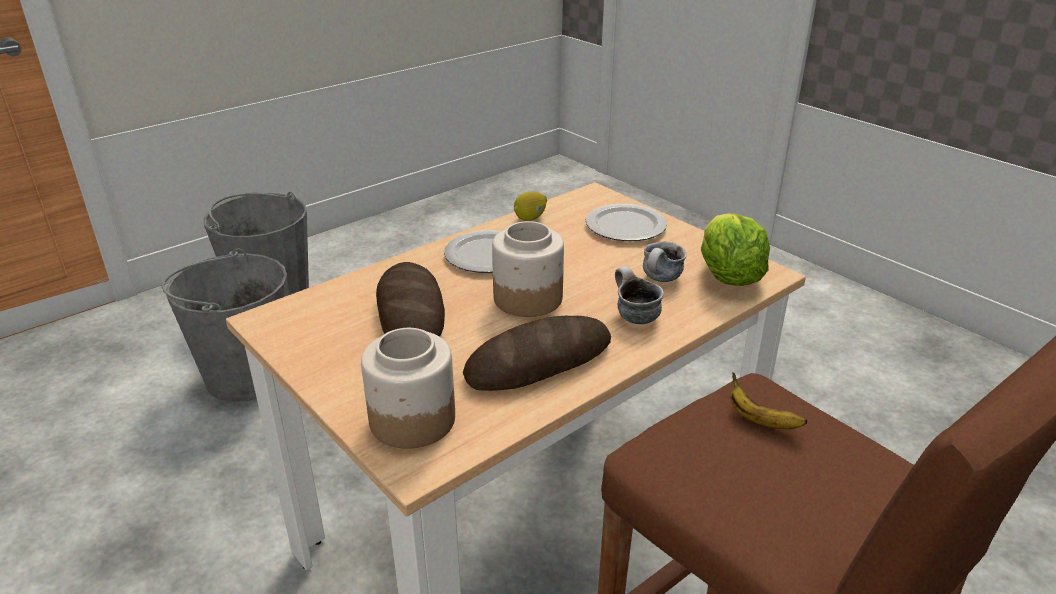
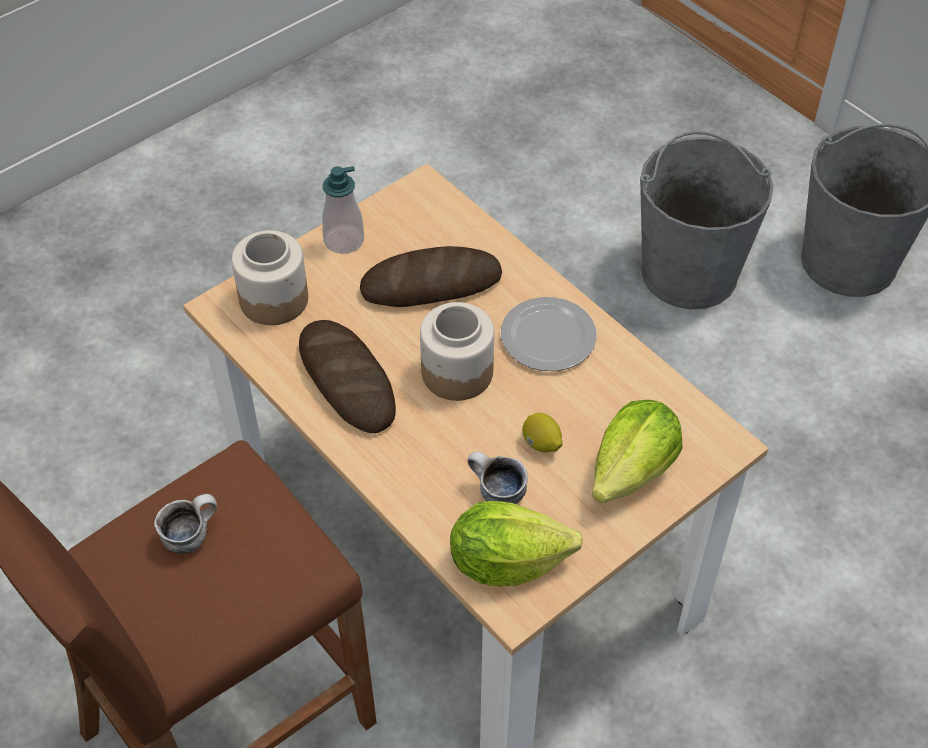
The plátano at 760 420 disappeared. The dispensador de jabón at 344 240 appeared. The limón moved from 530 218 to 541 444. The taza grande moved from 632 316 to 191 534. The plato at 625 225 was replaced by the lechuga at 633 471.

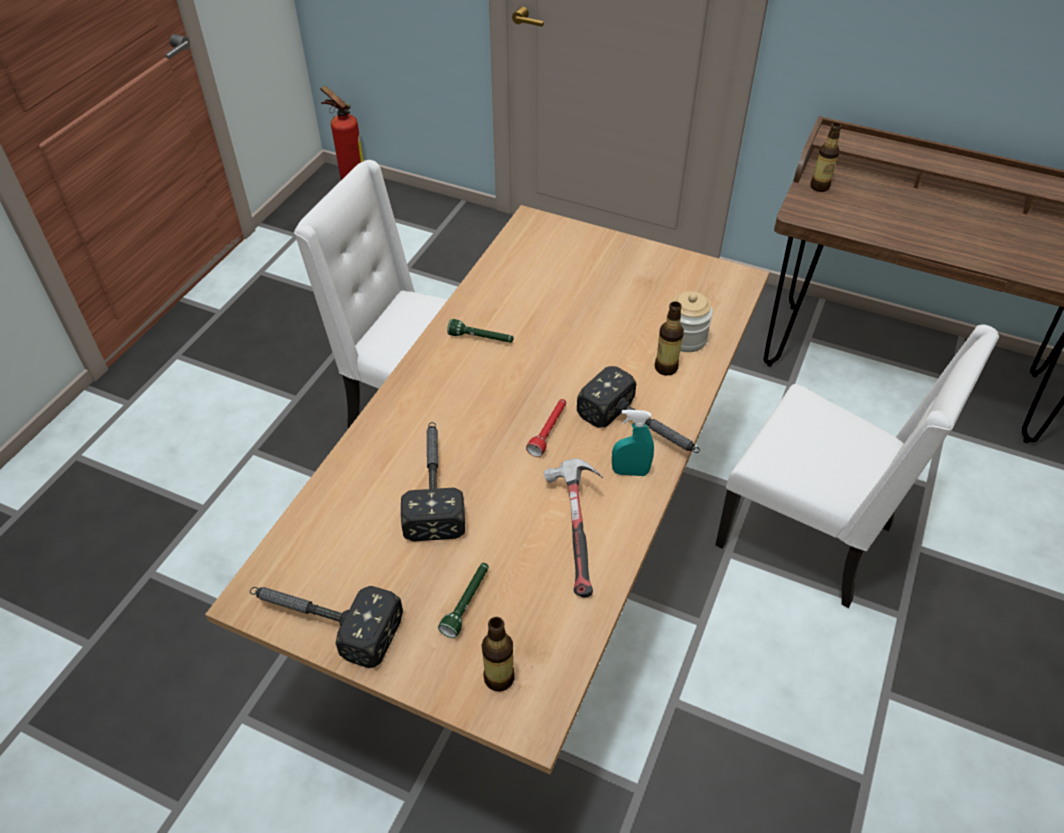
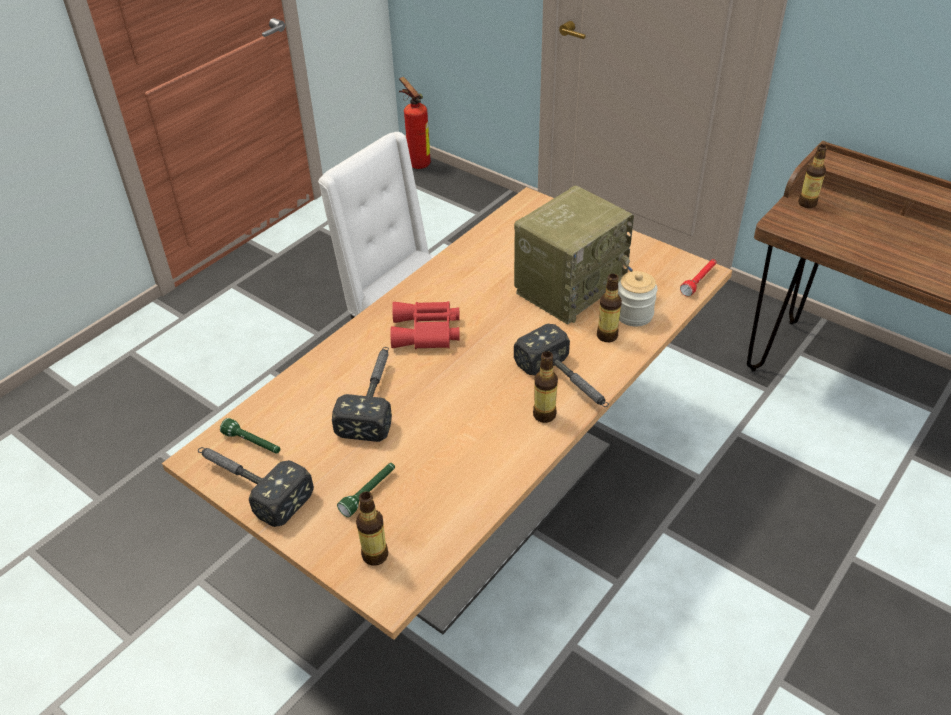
The martillo at 576 531 disappeared. The silla/blanco at 809 535 disappeared. The prismáticos/rojo at 427 332 appeared. The radio at 570 287 appeared. The linterna/verde moved from 481 339 to 253 443. The linterna/rojo moved from 548 431 to 699 281. The pulverizador/turquesa at 630 472 was replaced by the botella at 544 415.

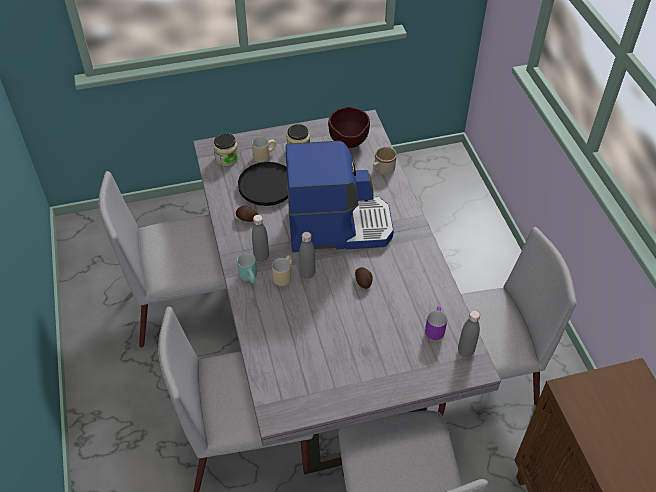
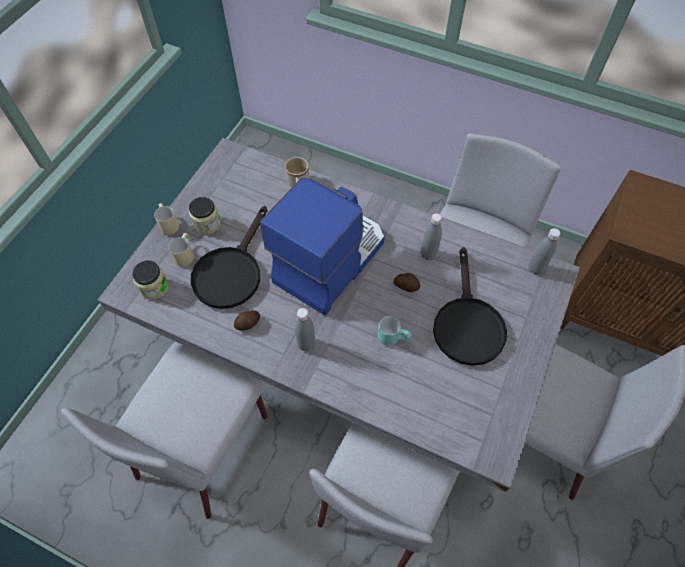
The cuenco/marrón at 348 145 disappeared. The taza grande/morado at 433 328 disappeared. The sartén/negro at 467 323 appeared. The taza grande/turquesa moved from 250 277 to 393 337. The taza grande/beis moved from 283 276 to 167 225. The botella/gris moved from 307 273 to 428 254.

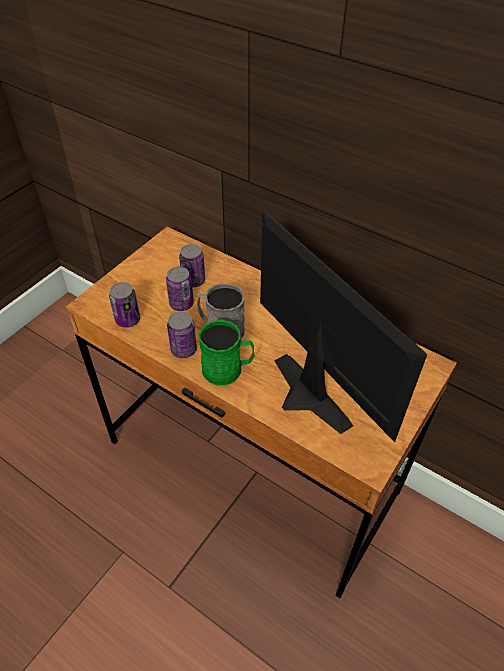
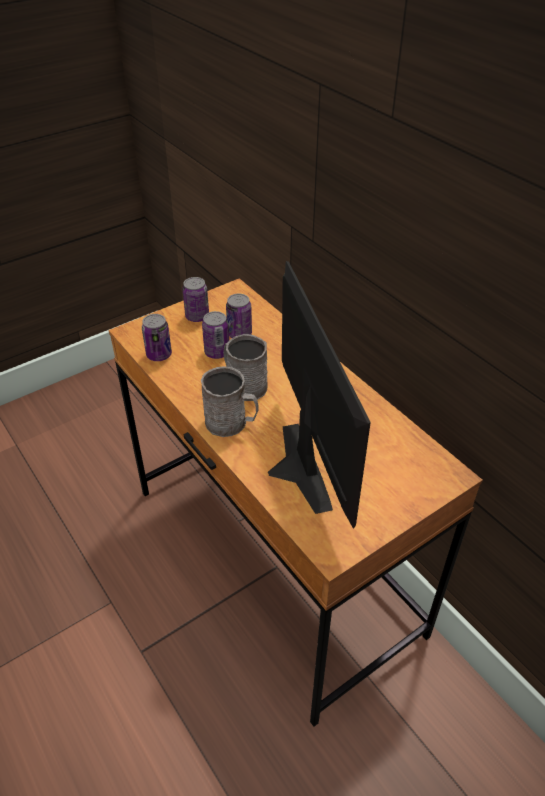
The lata moved from 183 349 to 197 316. The taza grande/verde at 227 369 became the taza grande/gris at 231 423.

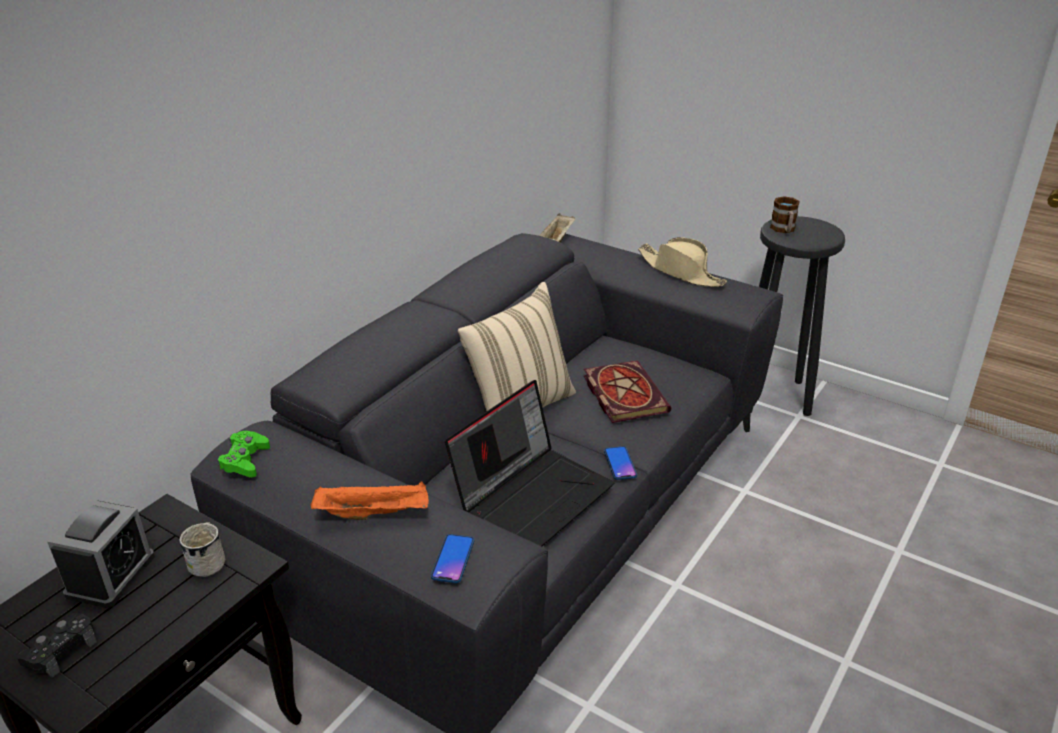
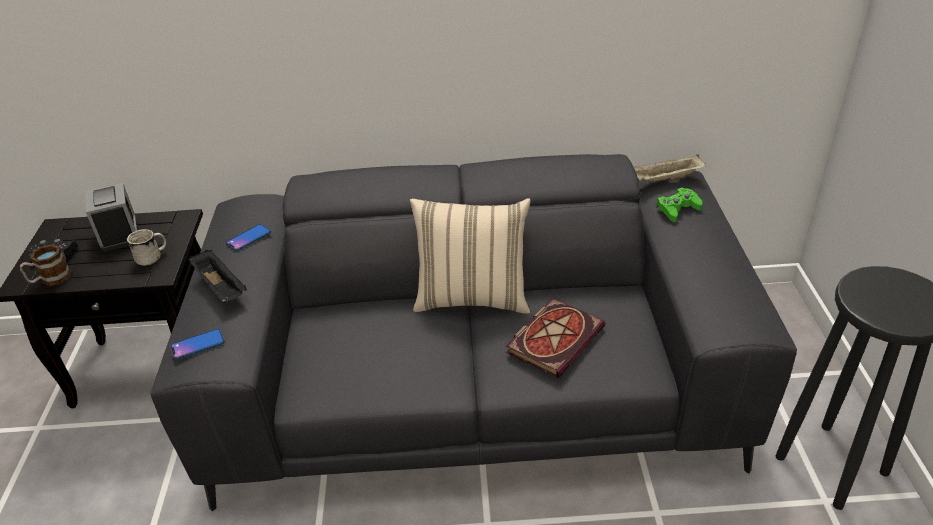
The portátil at 533 495 disappeared. The sombrero/beis at 681 272 disappeared. The mando de consola/verde moved from 245 460 to 677 209. The móvil moved from 620 464 to 249 238. The taza grande moved from 784 230 to 50 279. The bandeja/naranja at 374 513 became the bandeja/negro at 221 288. The despertador at 110 575 turned 90 degrees counterclockwise.

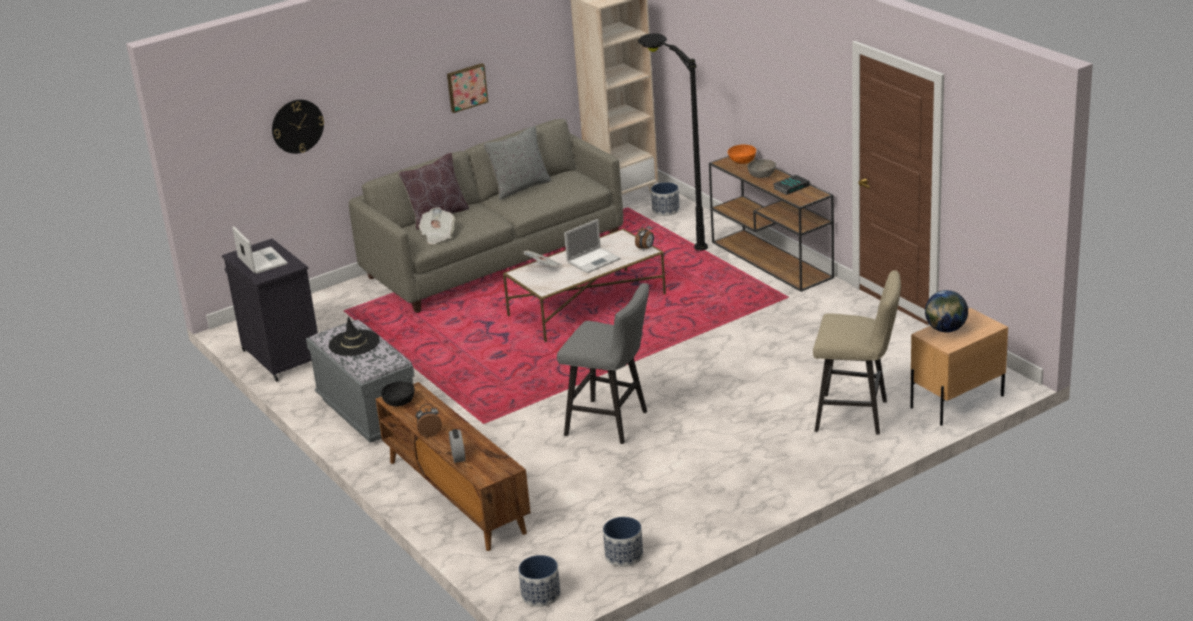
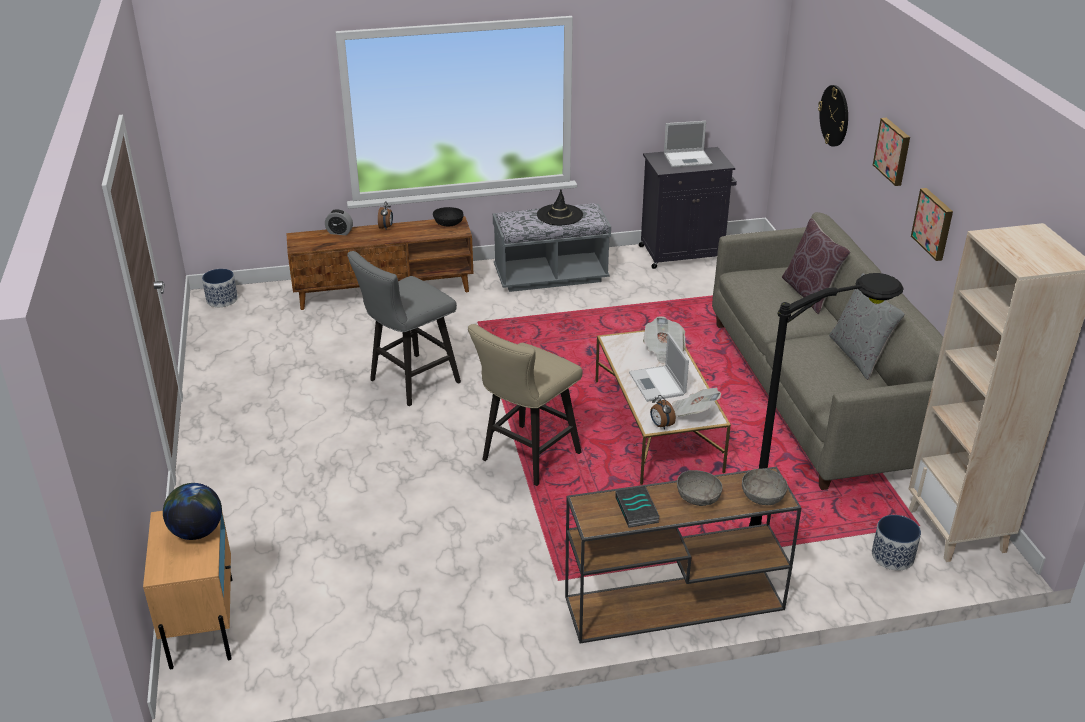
The maceta at 624 556 disappeared. The cuadro at 893 151 appeared. The periódico moved from 437 235 to 693 413. The taburete/beis moved from 857 415 to 526 459. The cuenco/naranja at 742 160 became the cuenco/gris at 762 496.

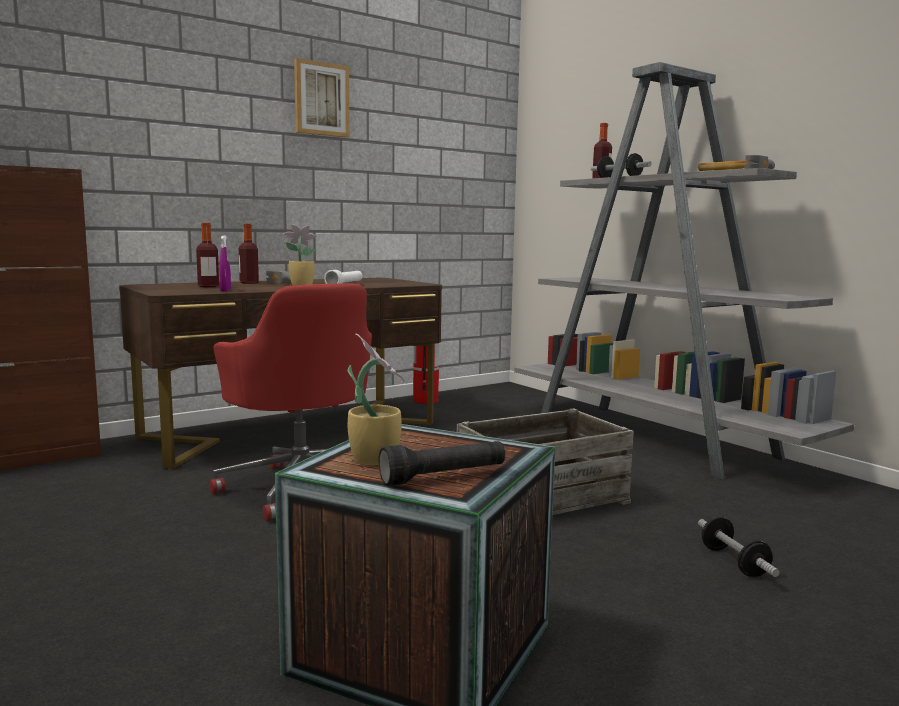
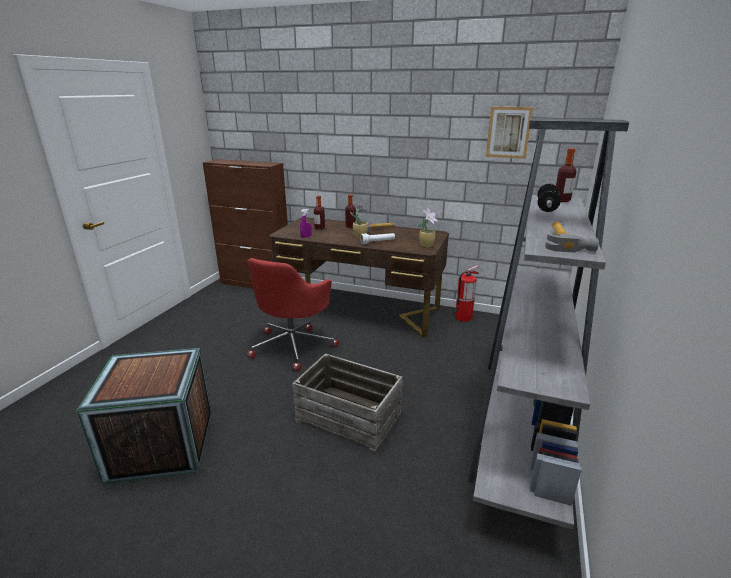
The linterna/negro at 444 477 disappeared. The mancuerna at 734 562 disappeared. The cuadro moved from 321 99 to 508 132. The planta en maceta moved from 375 459 to 427 245.

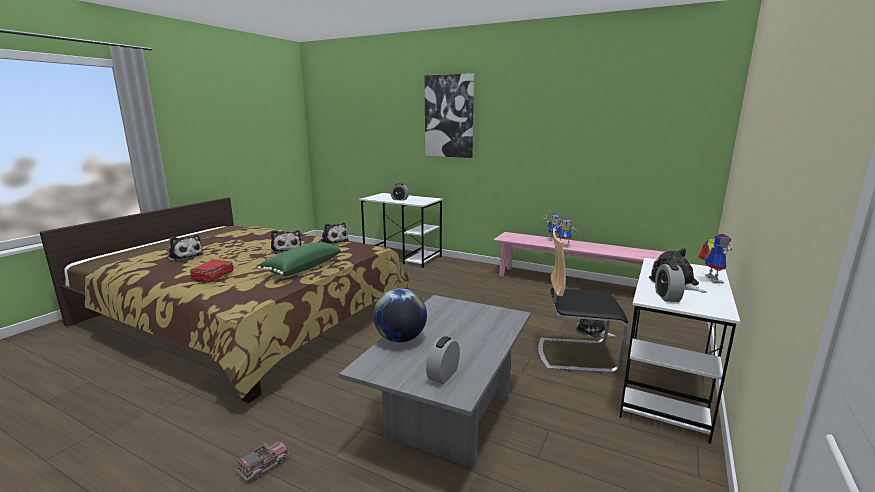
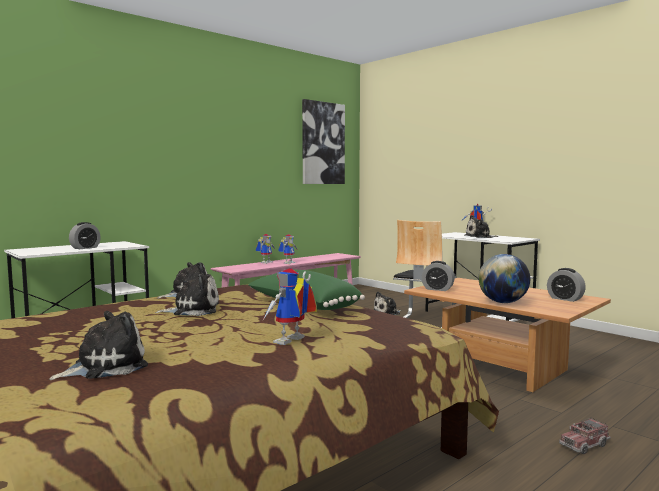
The cuadro moved from 449 116 to 323 143. The despertador moved from 667 297 to 437 289. The libro/rojo at 212 277 was replaced by the robot de juguete at 291 342. The mesa de centro/gris at 447 414 became the mesa de centro/marrón at 500 368. The camión de juguete at 264 466 turned 90 degrees counterclockwise.

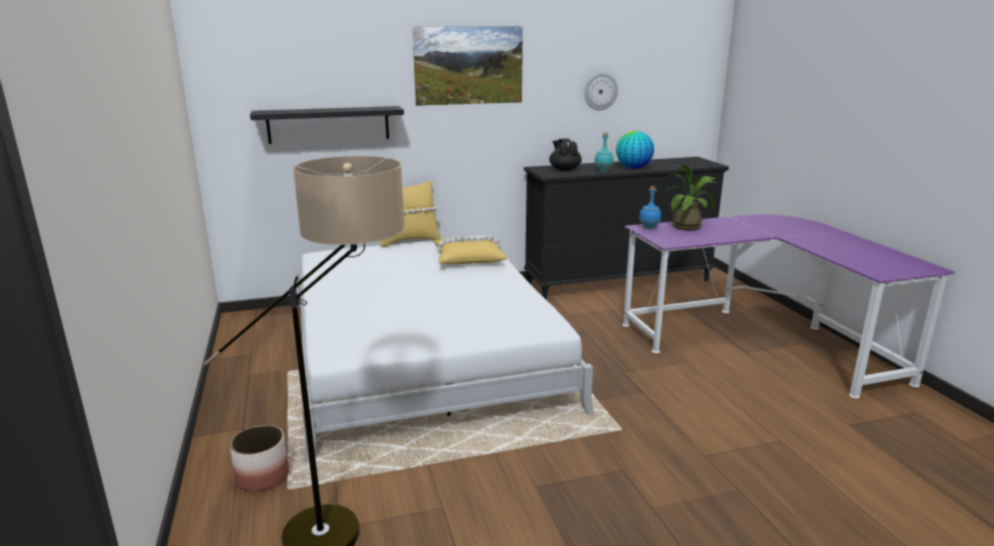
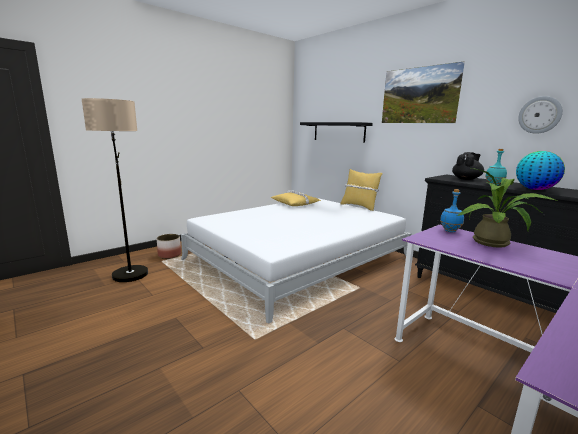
The cojín/amarillo moved from 468 258 to 295 203.

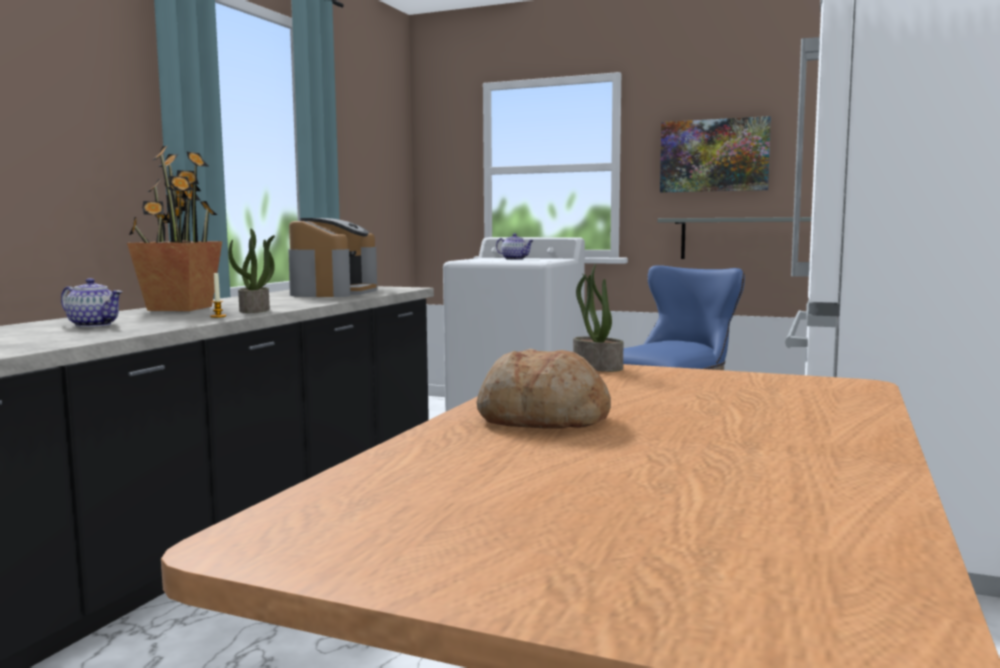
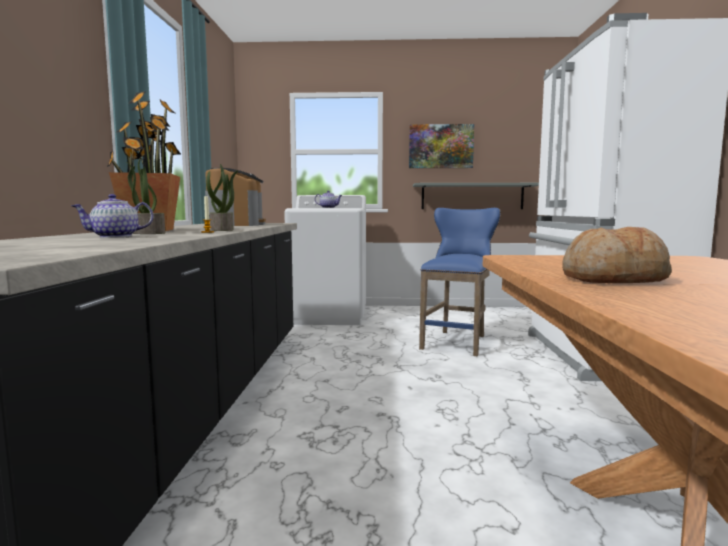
The planta en maceta moved from 596 367 to 146 233. The tetera at 94 325 turned 150 degrees clockwise.

